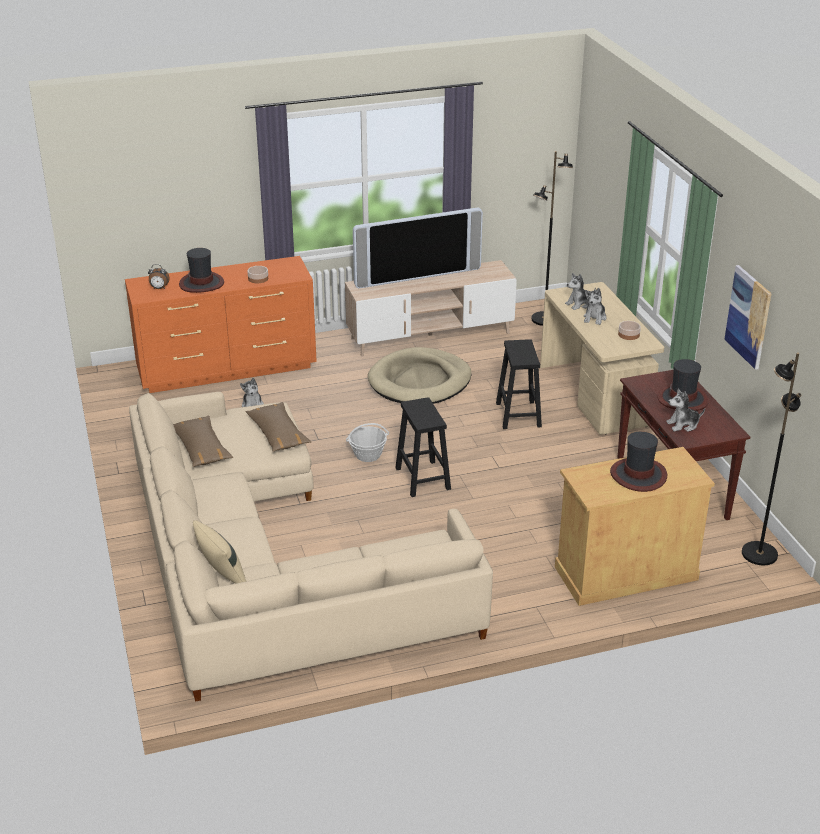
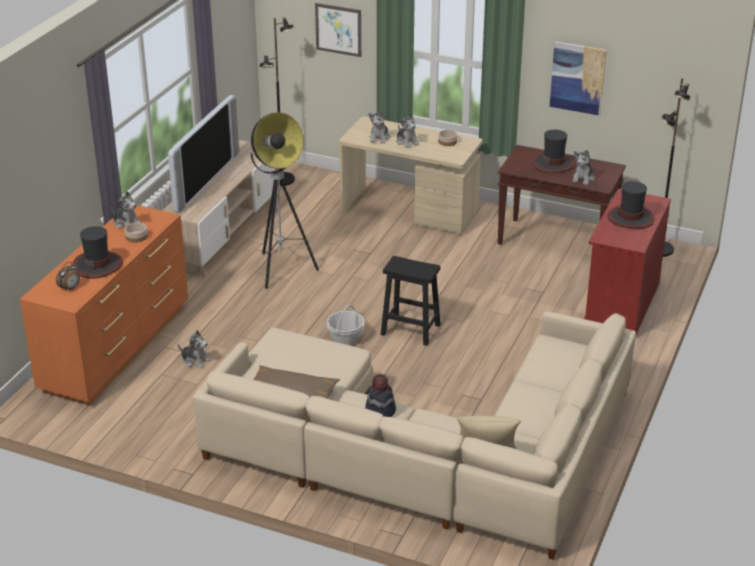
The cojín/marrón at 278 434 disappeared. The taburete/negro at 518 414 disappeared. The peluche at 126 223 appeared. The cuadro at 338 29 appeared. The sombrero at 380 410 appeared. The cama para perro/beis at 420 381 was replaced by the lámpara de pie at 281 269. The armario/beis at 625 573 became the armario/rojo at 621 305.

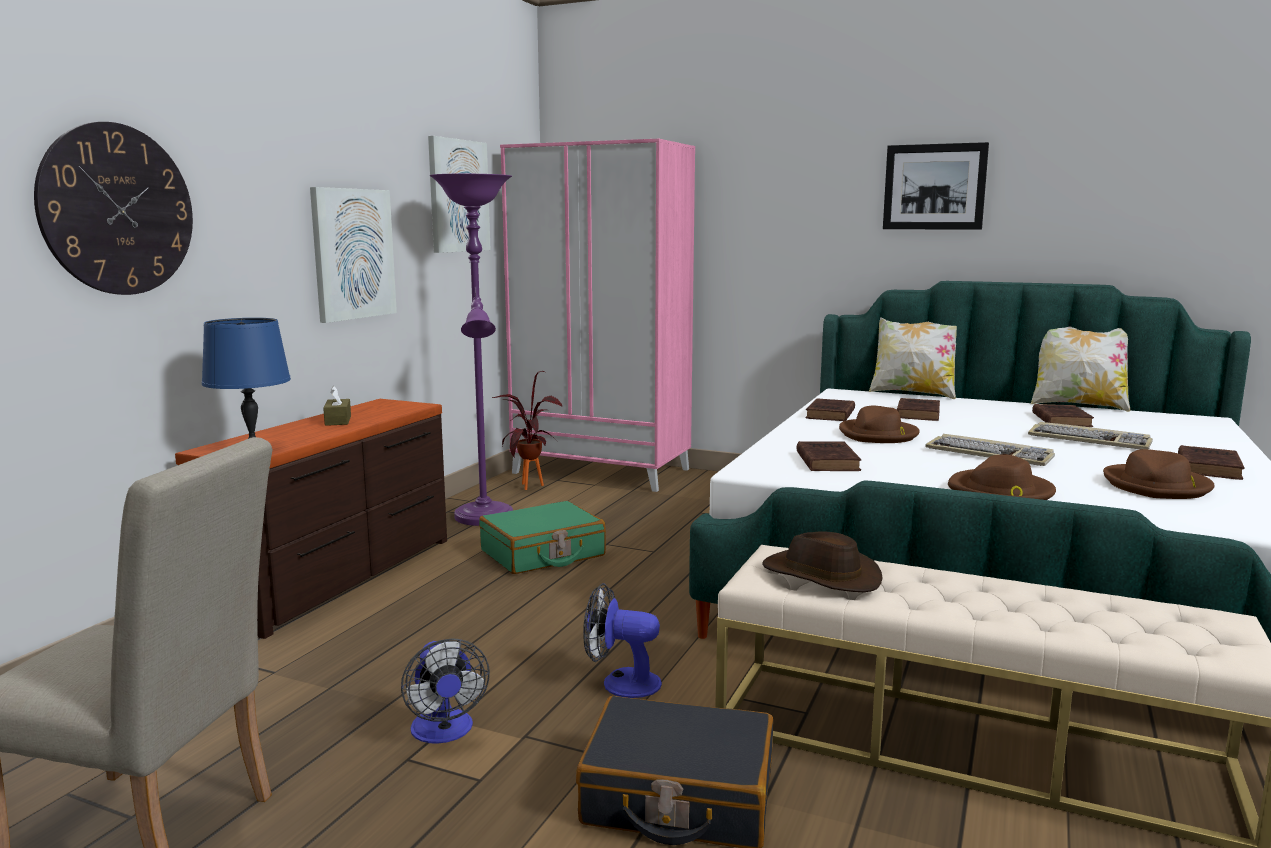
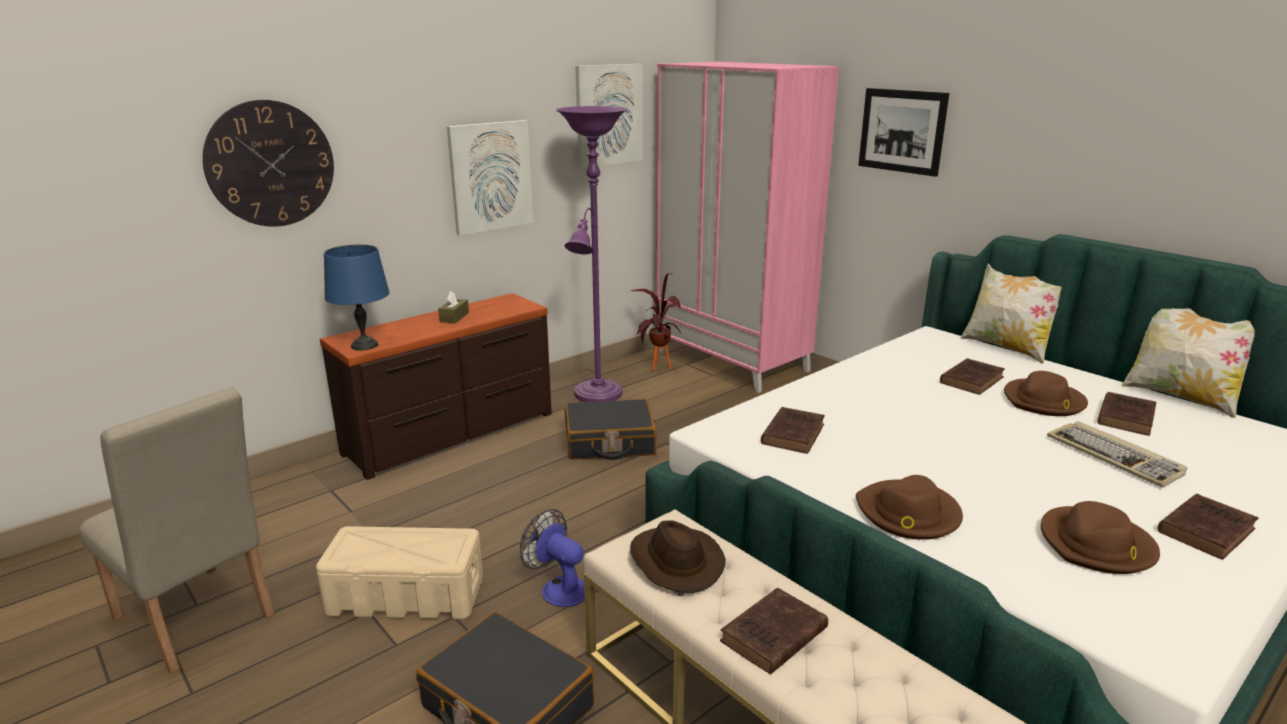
The teclado at 990 454 disappeared. The libro/marrón moved from 830 414 to 772 636. The sombrero/marrón moved from 878 435 to 1044 401. The cuadro moved from 934 187 to 902 131. The ventilador at 444 732 was replaced by the caja de almacenaje/beis at 407 596. The maleta/verde at 543 554 became the maleta/negro at 609 443.

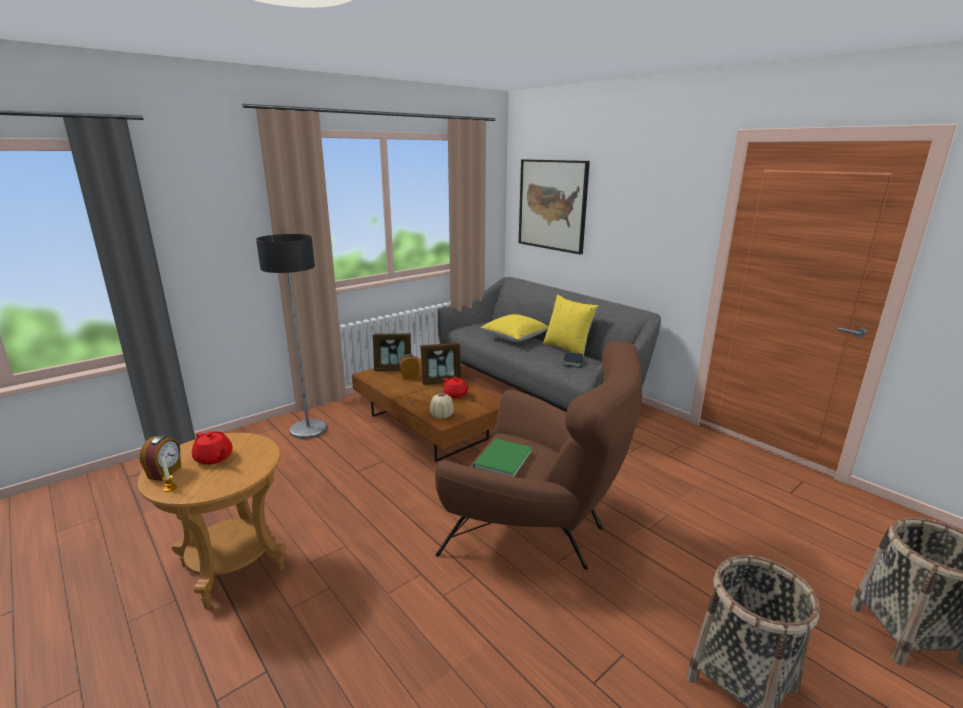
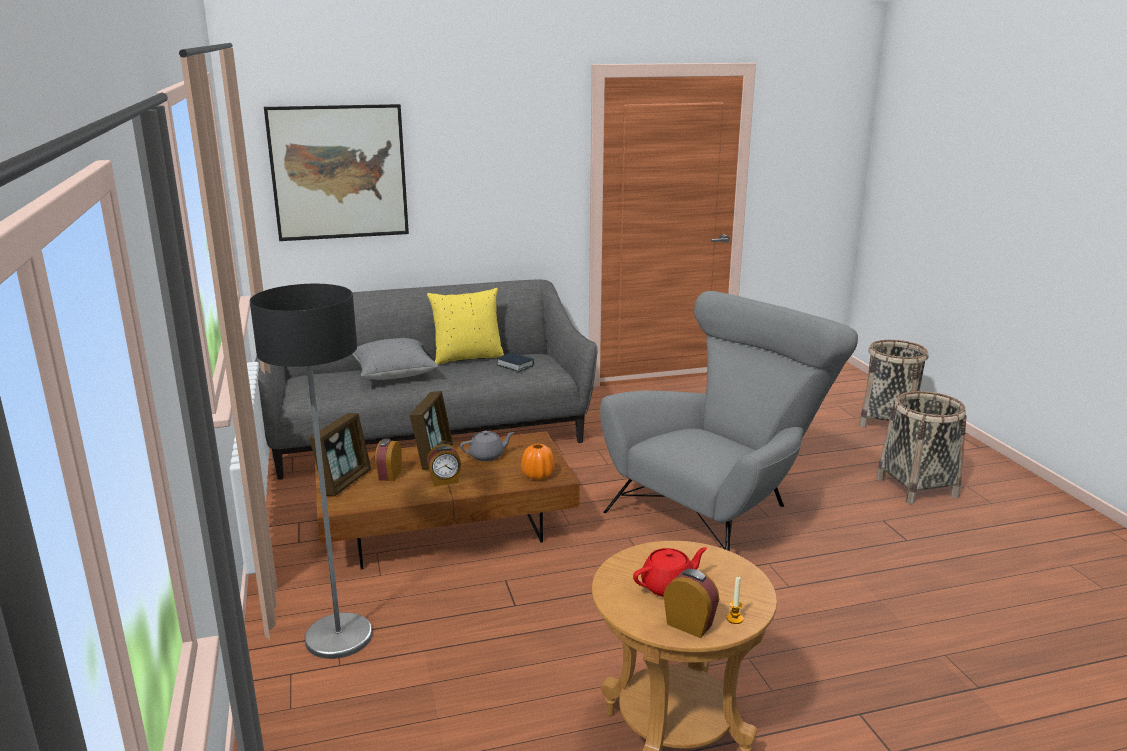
The libro/verde at 501 460 disappeared. The despertador at 445 481 appeared. The florero/beis at 442 415 became the florero/naranja at 538 475. The sillón/marrón at 539 530 became the sillón/gris at 718 512. The tetera/rojo at 455 395 became the tetera/gris at 487 456. The cojín/amarillo at 514 338 became the cojín/gris at 394 374.

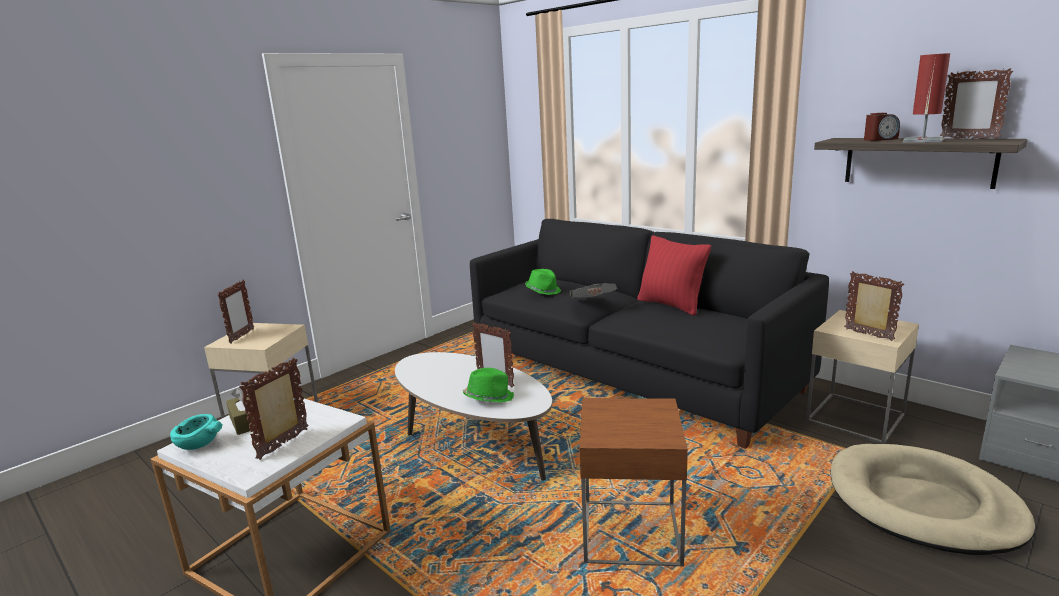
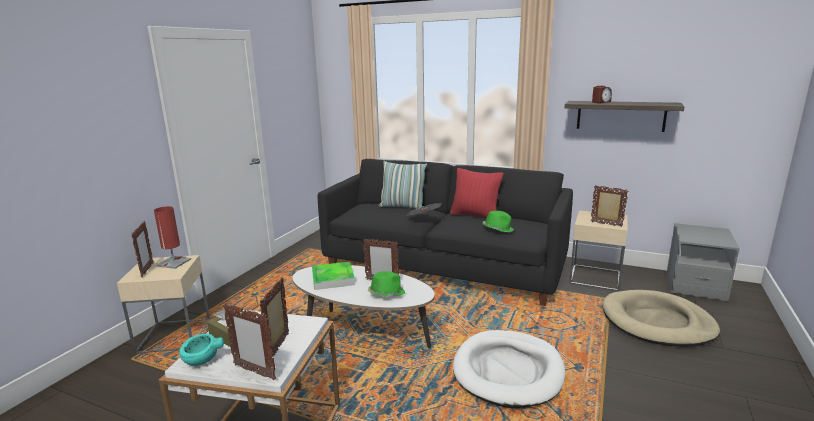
The bandeja at 333 278 appeared. The cojín at 402 207 appeared. The sombrero/verde moved from 543 291 to 497 229. The lámpara de mesa/rojo moved from 923 140 to 173 263. The portarretratos moved from 968 138 to 254 372. The mesa auxiliar/marrón at 631 532 was replaced by the cama para perro/blanco at 508 371.

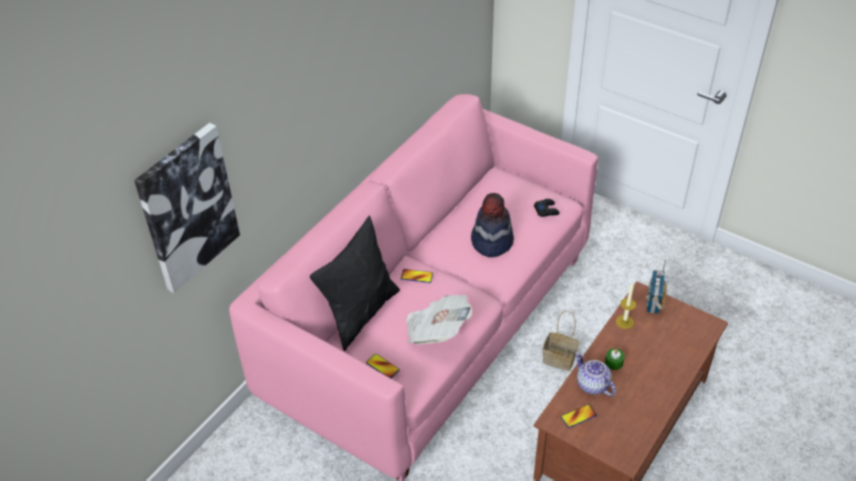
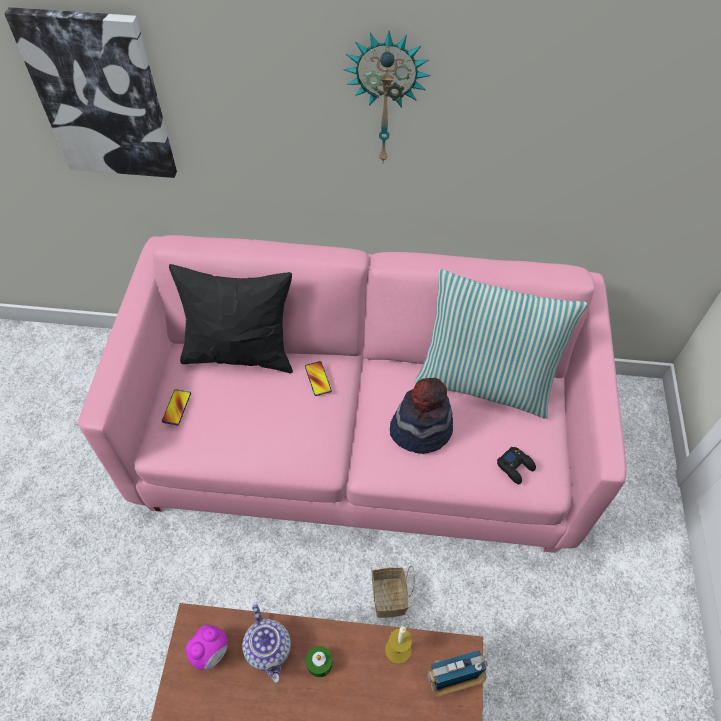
The periódico at 436 331 disappeared. The reloj de pared at 386 98 appeared. The cojín at 484 382 appeared. The móvil at 578 416 was replaced by the despertador at 211 652. The tetera at 592 385 turned 135 degrees clockwise.

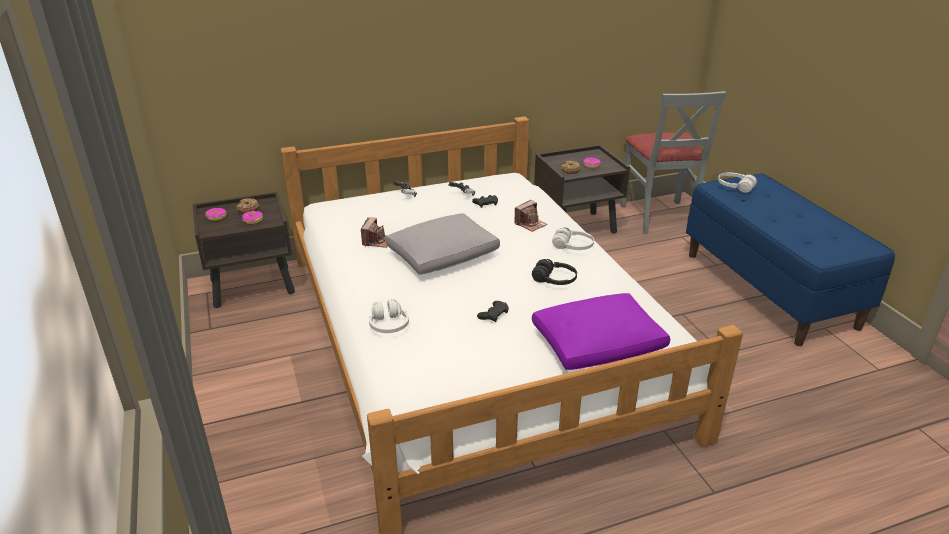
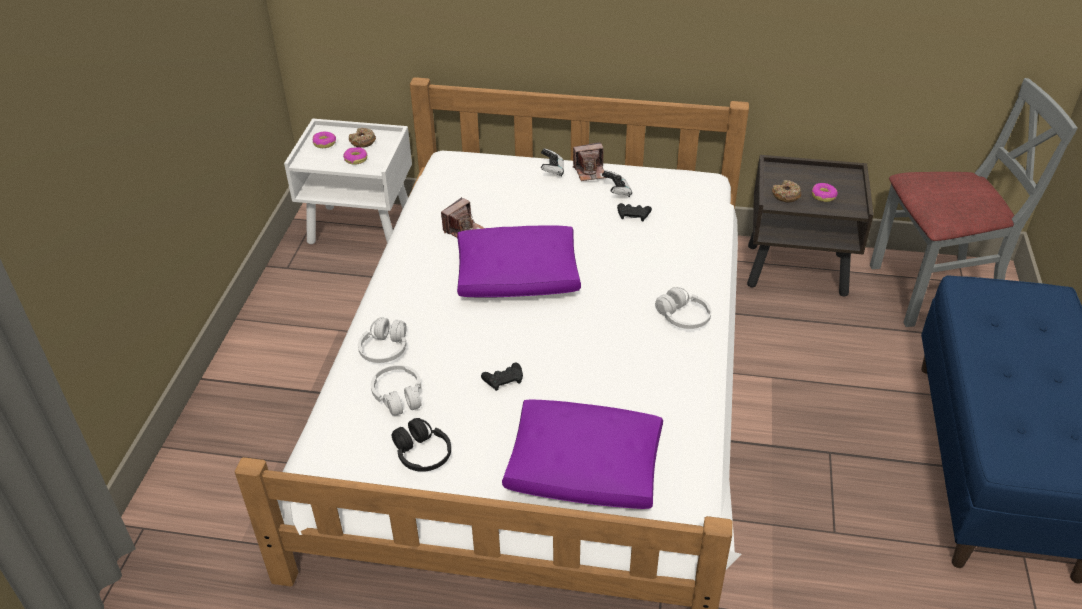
The cámara moved from 530 224 to 590 171. The auriculares/negro moved from 554 280 to 422 454. The auriculares/blanco moved from 735 187 to 398 396. The mesita de noche/marrón at 253 286 became the mesita de noche/blanco at 362 228. The cojín/gris at 443 255 became the cojín/morado at 519 276. The silla/gris at 659 217 turned 120 degrees counterclockwise.

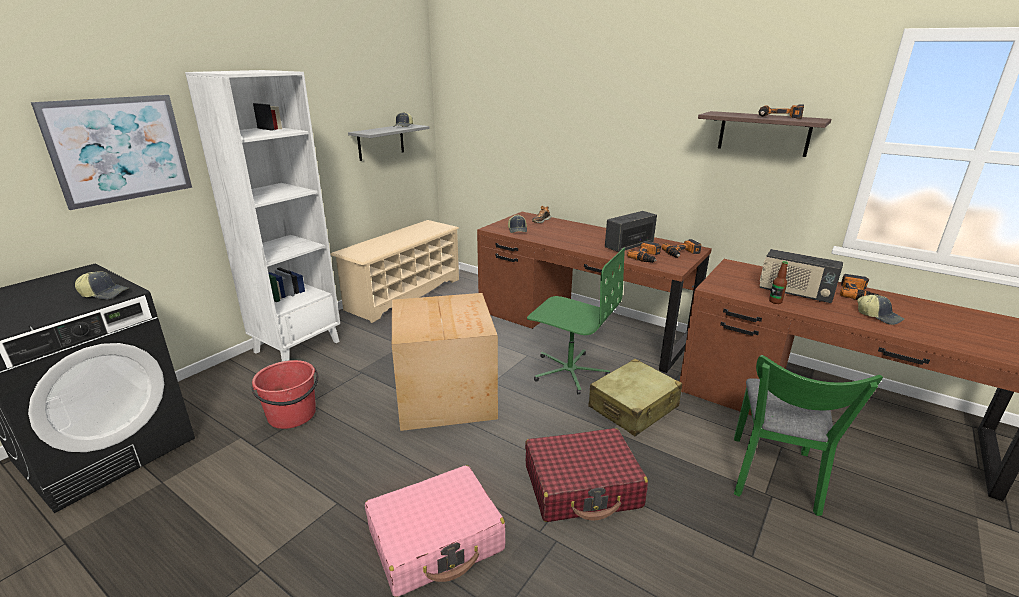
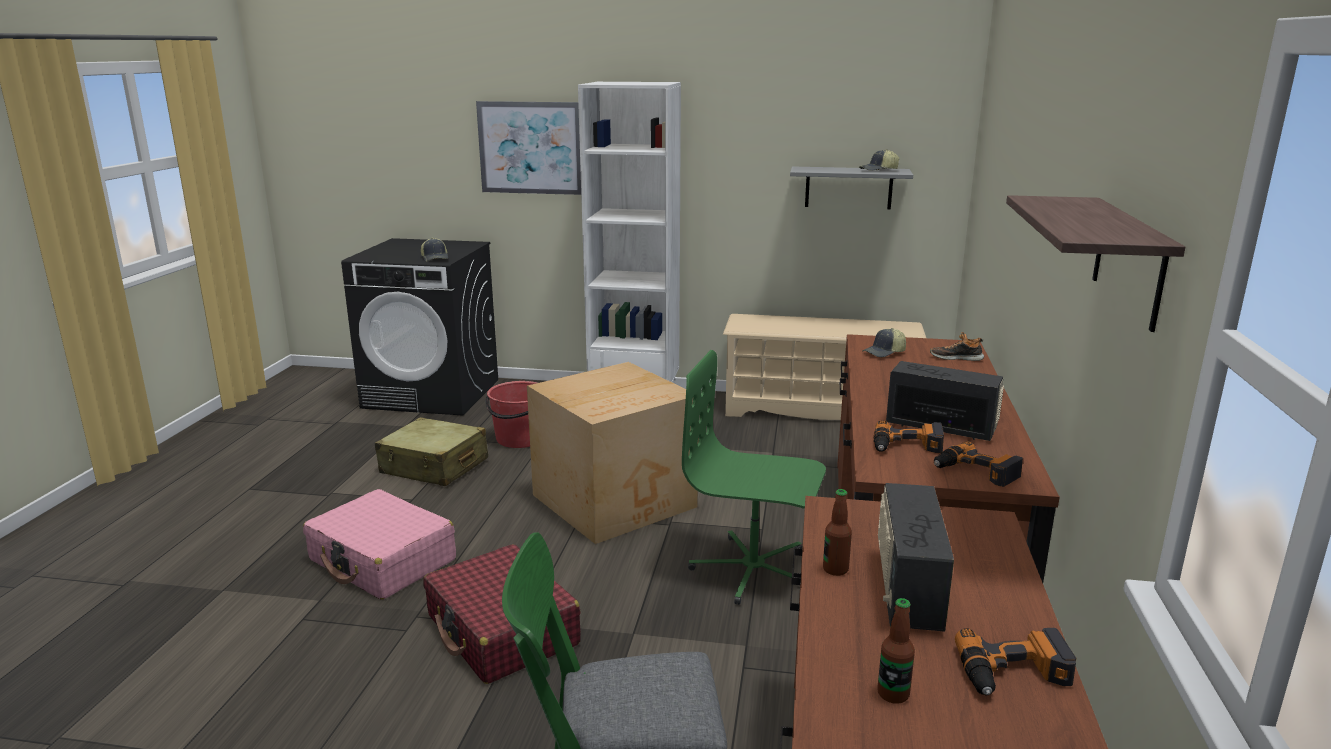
The taladro at 779 117 disappeared. The maleta/beis moved from 633 407 to 434 466. The gorra at 879 316 was replaced by the botella at 893 694. The silla de oficina/verde at 569 371 turned 105 degrees clockwise.

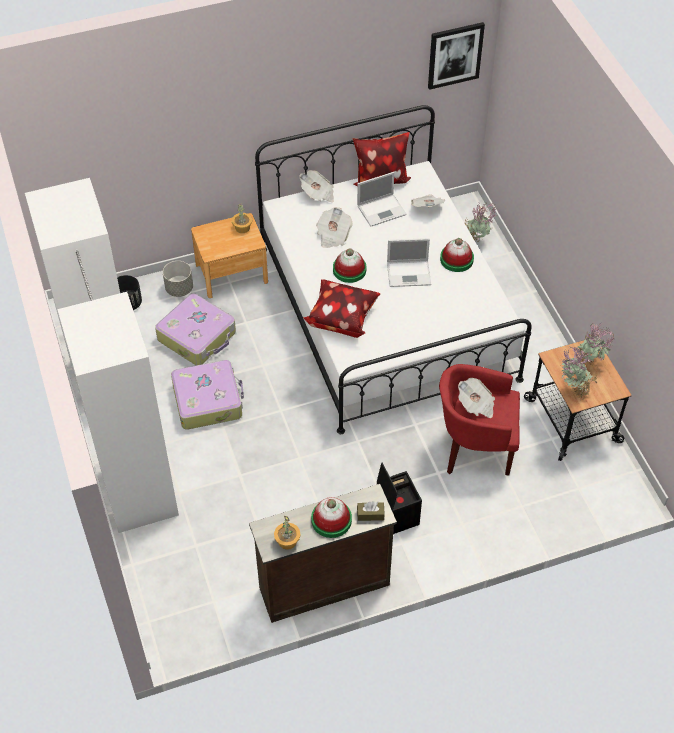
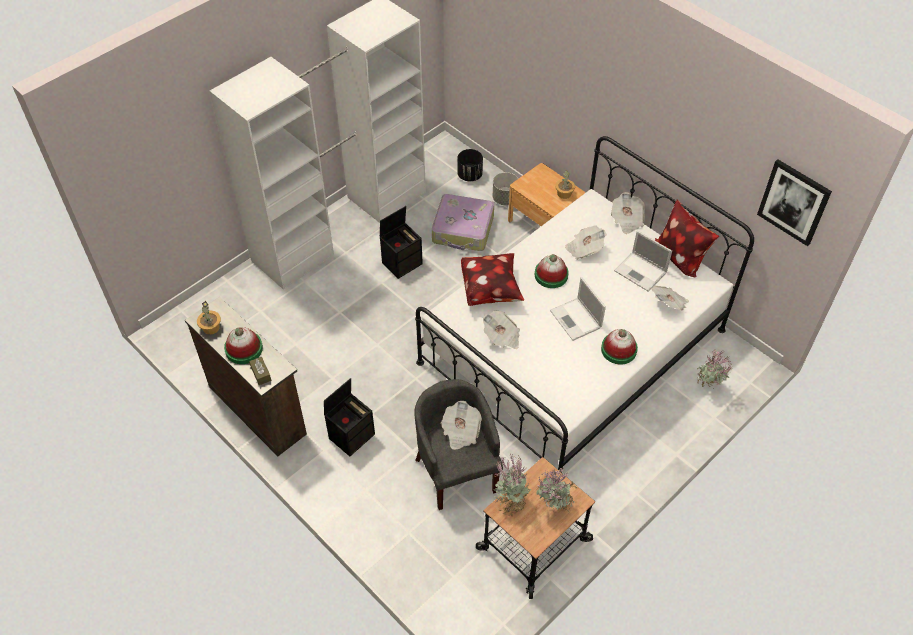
The periódico at 502 337 appeared. The maleta at 208 400 was replaced by the caja de almacenaje/negro at 402 262. The sillón/rojo at 475 447 became the sillón/gris at 456 470.

